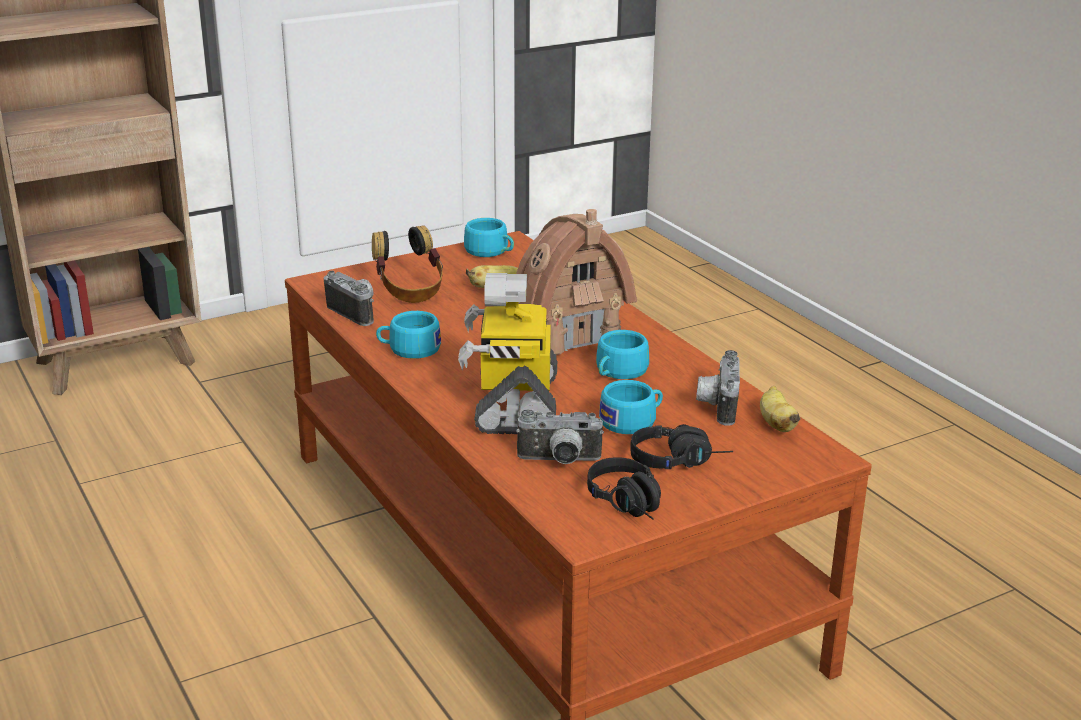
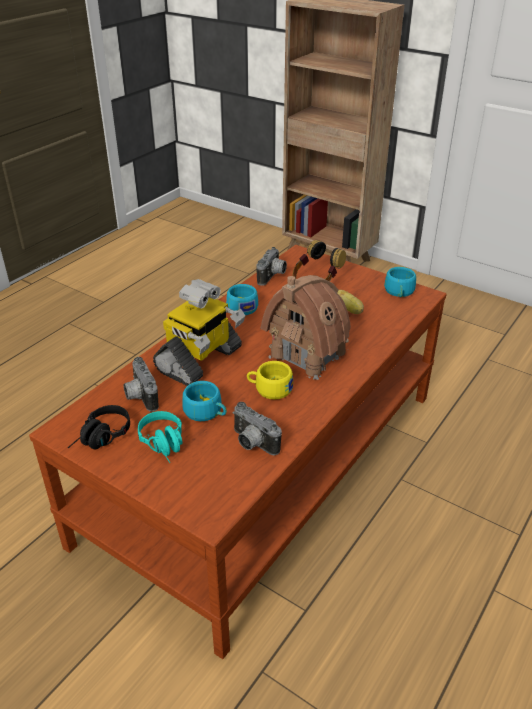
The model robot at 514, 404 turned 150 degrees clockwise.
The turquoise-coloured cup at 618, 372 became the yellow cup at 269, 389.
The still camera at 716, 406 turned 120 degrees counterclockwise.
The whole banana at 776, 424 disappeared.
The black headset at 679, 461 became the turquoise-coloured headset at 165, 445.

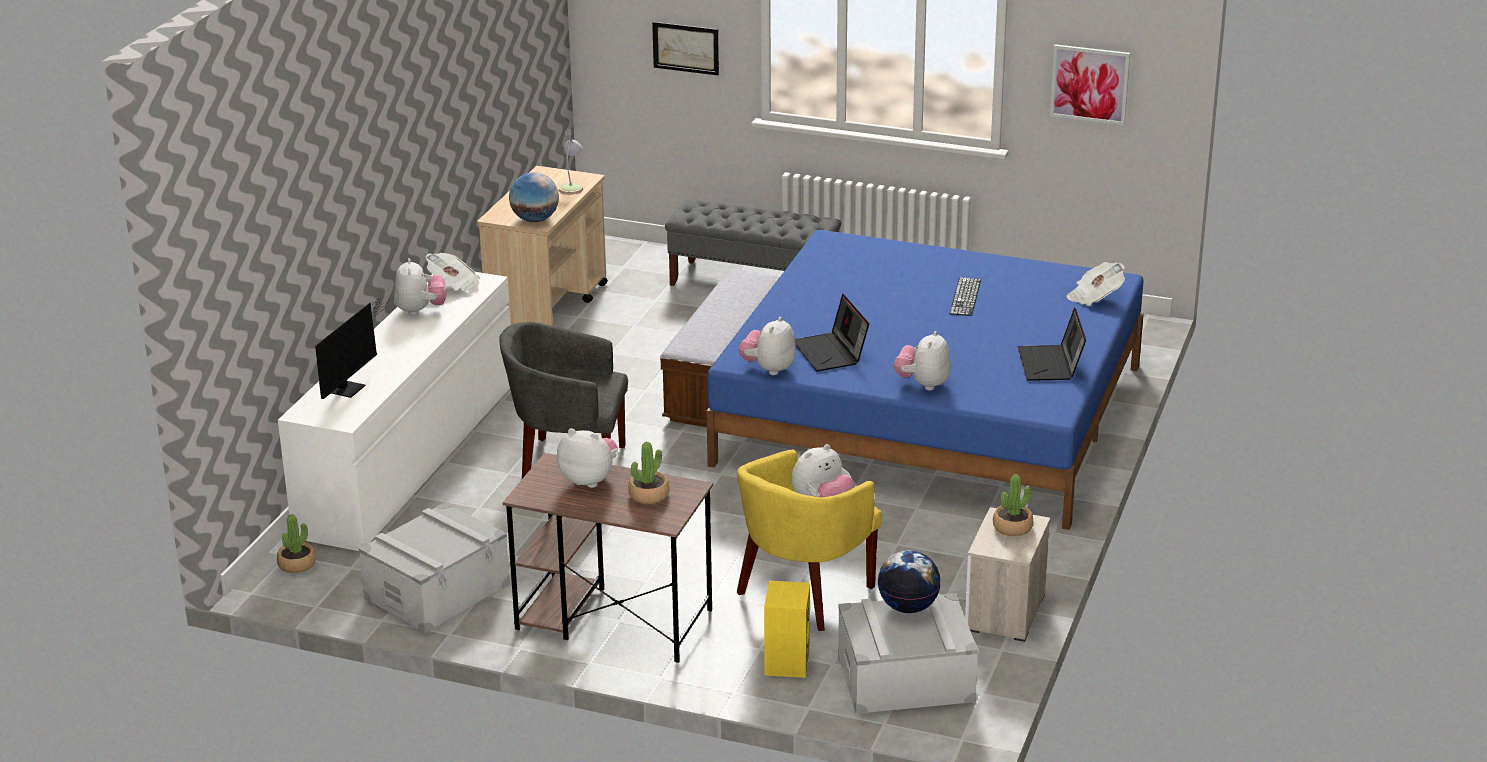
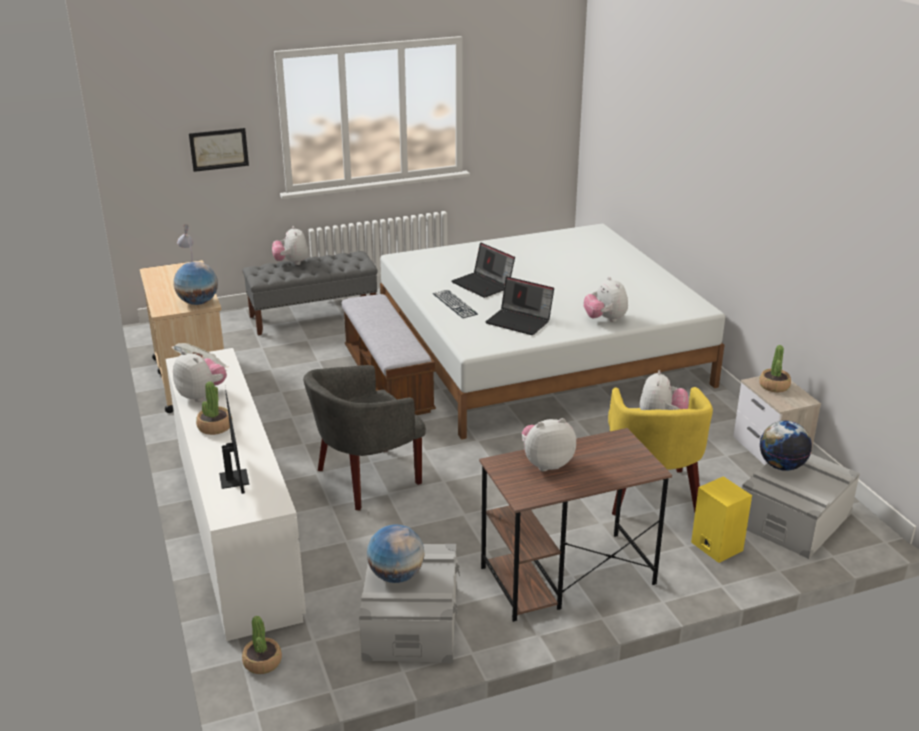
The wall picture at 1090, 84 disappeared.
The blue bedroom bed at 930, 415 became the whitish bedroom bed at 540, 353.
The daily paper at 1095, 297 disappeared.
The keyboard moved from 965, 297 to 455, 304.
The portable computer moved from 1051, 364 to 483, 285.
The cuddly toy moved from 768, 369 to 291, 263.
The potted plant moved from 649, 495 to 215, 427.
The globe at 396, 575 appeared.

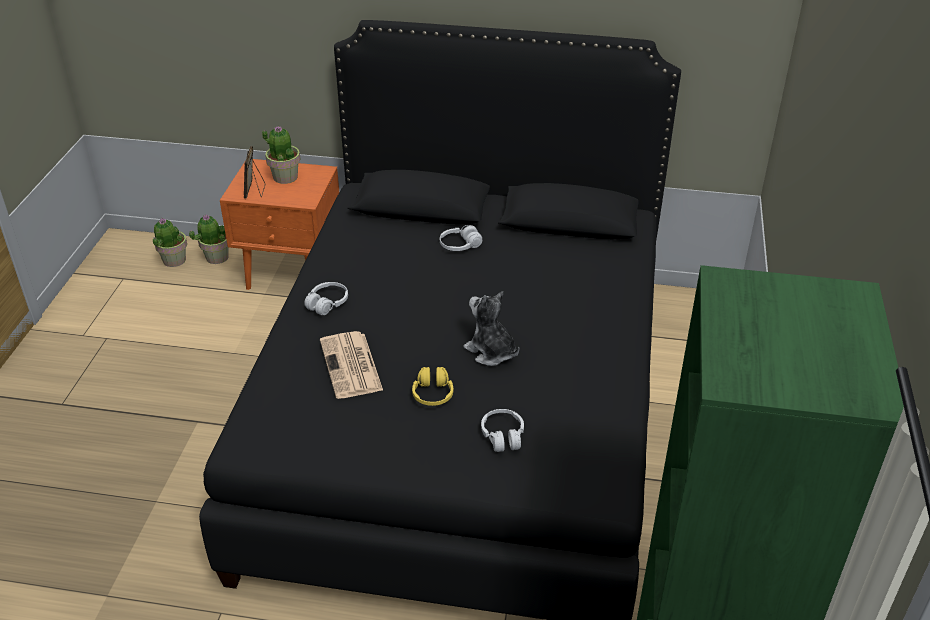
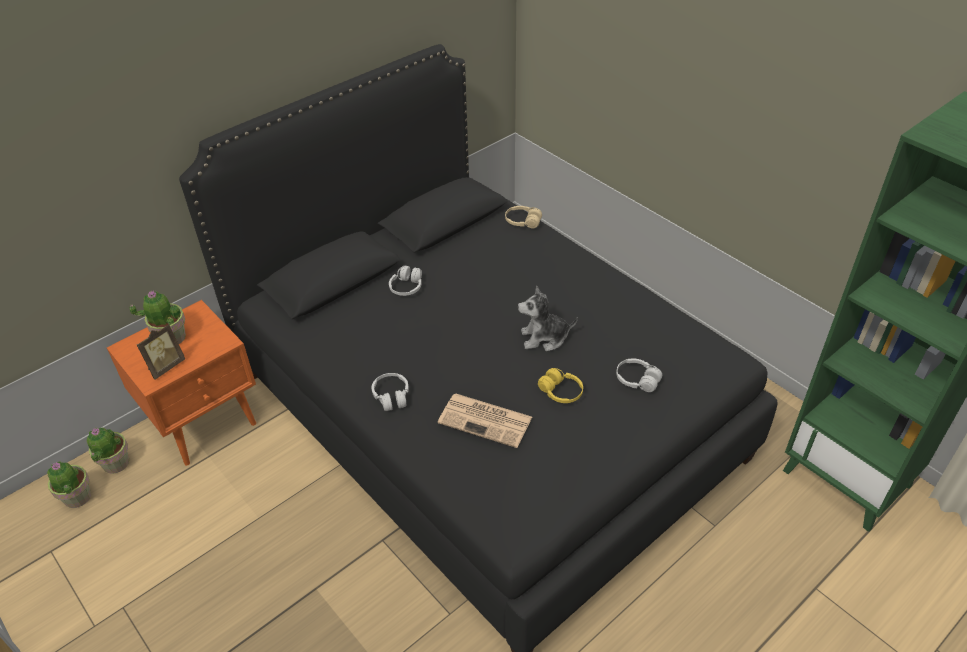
The photo frame at 255, 191 turned 90 degrees counterclockwise.
The beige headset at 523, 222 appeared.

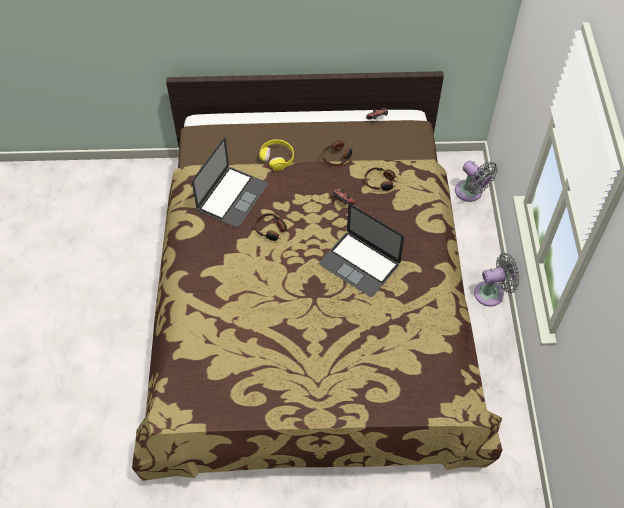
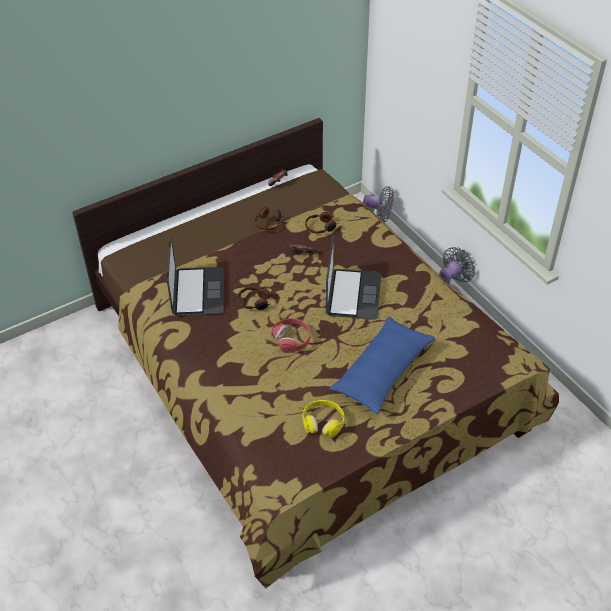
The yellow headset moved from 277, 157 to 323, 422.
The portable computer at 359, 264 turned 90 degrees counterclockwise.
The blue pillow at 382, 371 appeared.
The reddish headset at 292, 339 appeared.

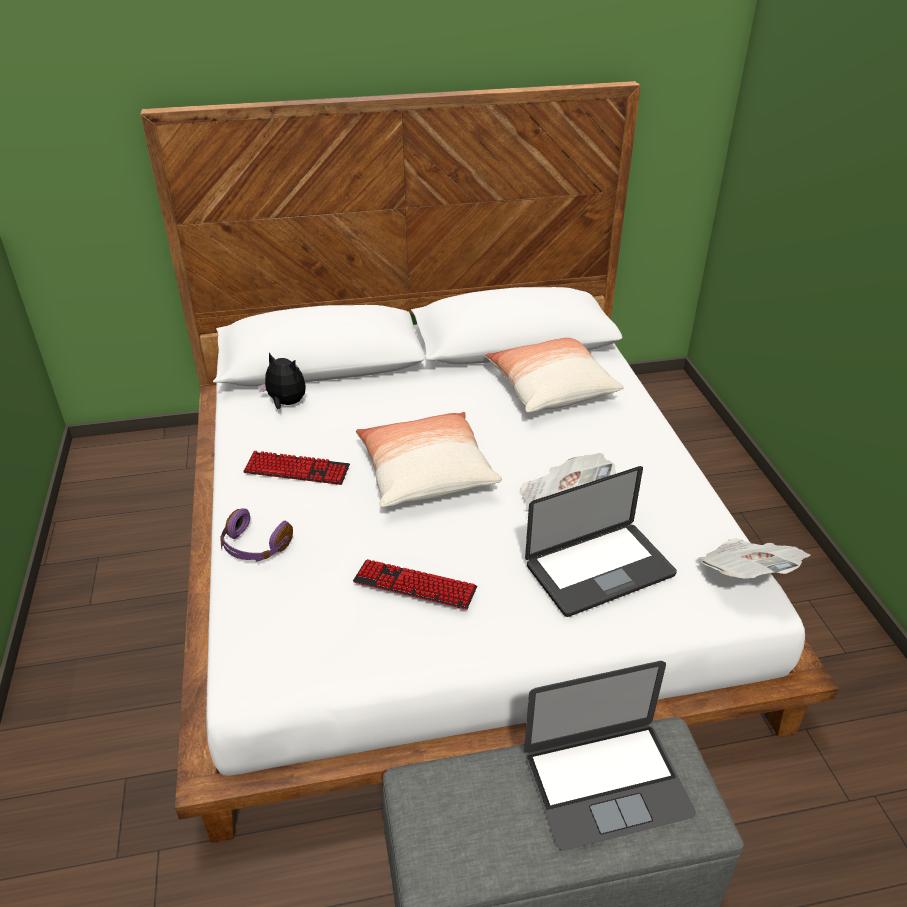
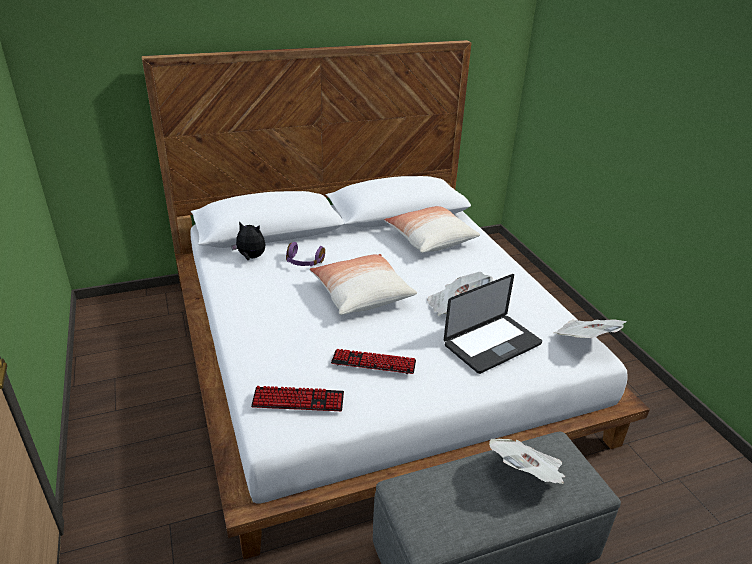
The keyboard moved from 297, 470 to 298, 400.
The purplish headset moved from 254, 547 to 304, 262.
The portable computer at 606, 783 was replaced by the daily paper at 527, 474.

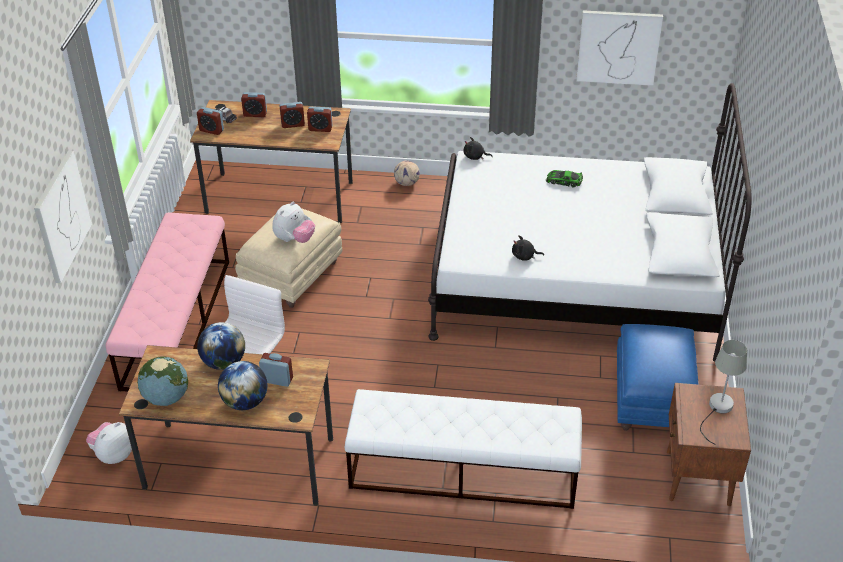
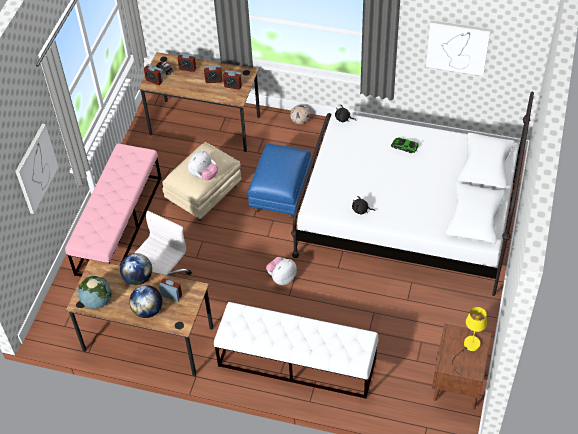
The blue pouffe moved from 653, 401 to 281, 194.
The gray lamp for a table at 718, 409 became the yellow lamp for a table at 468, 347.
The cuddly toy moved from 113, 454 to 282, 278.

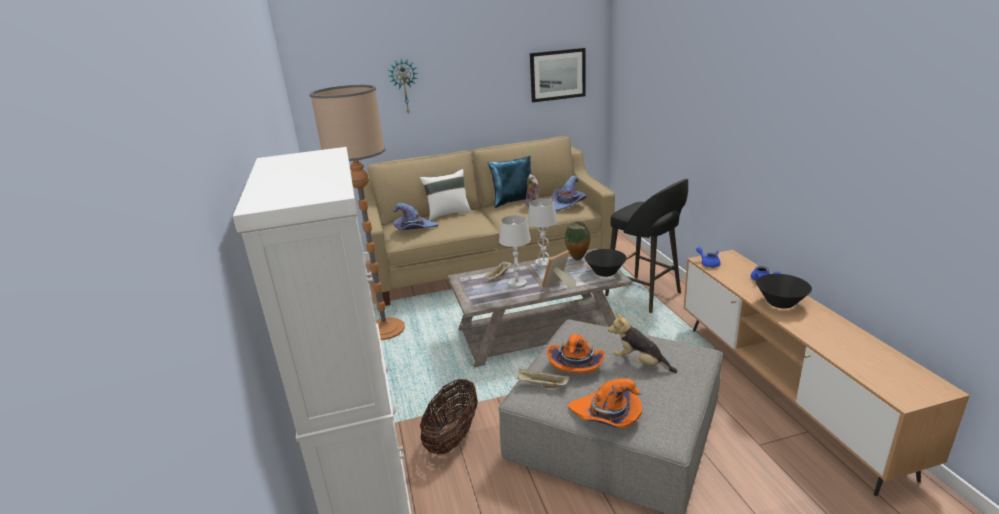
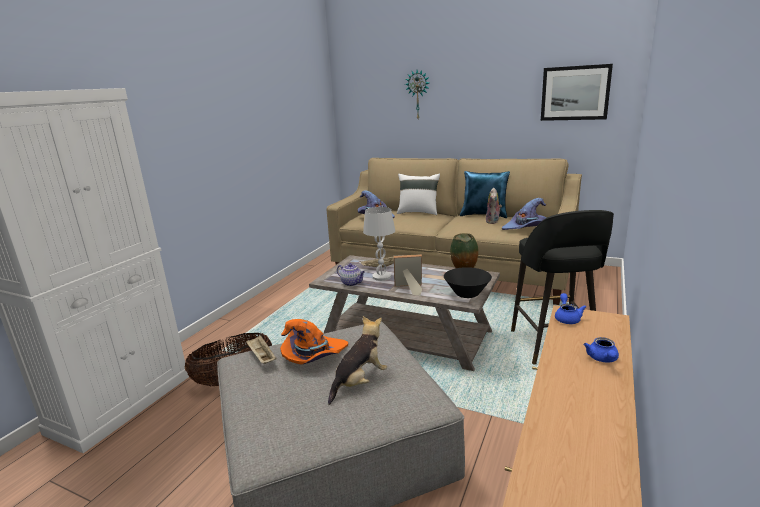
The floor lamp at 385, 329 disappeared.
The whitish lamp for a table at 543, 263 disappeared.
The black serving bowl at 780, 303 disappeared.
The cuddly toy at 640, 363 turned 60 degrees clockwise.
The orangey hat at 607, 416 disappeared.
The pot for tea at 352, 283 appeared.

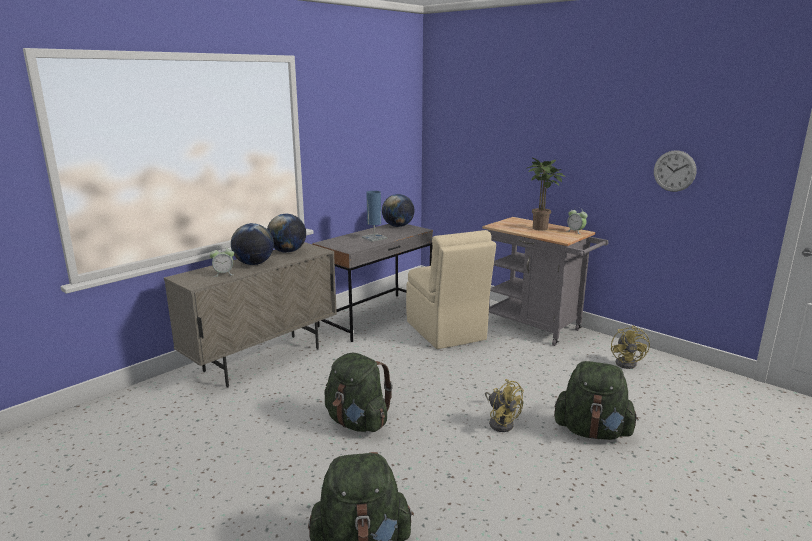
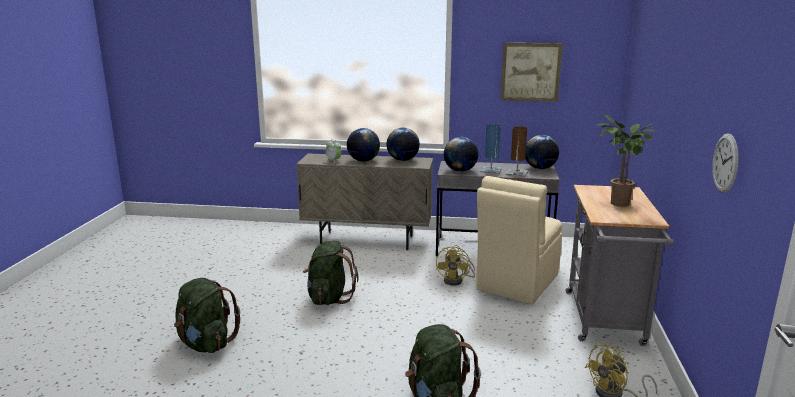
The bedside clock at 575, 231 disappeared.
The yellow fan moved from 501, 422 to 457, 280.
The wall picture at 530, 72 appeared.
The brownish lamp for a table at 517, 173 appeared.
The globe at 460, 171 appeared.

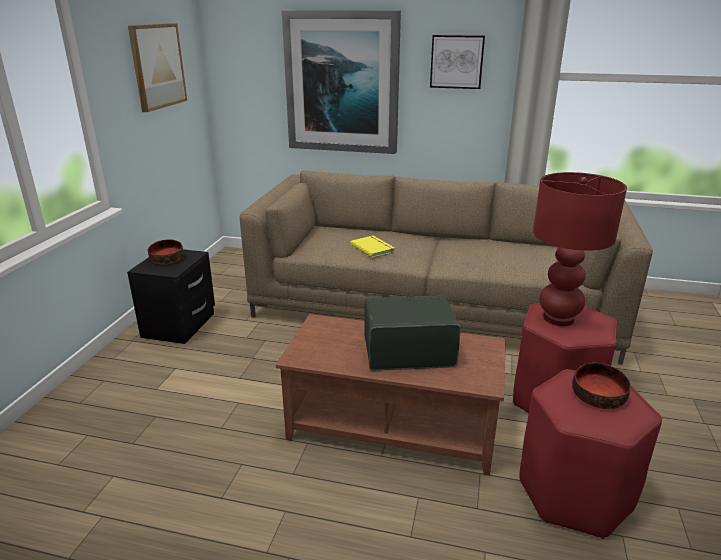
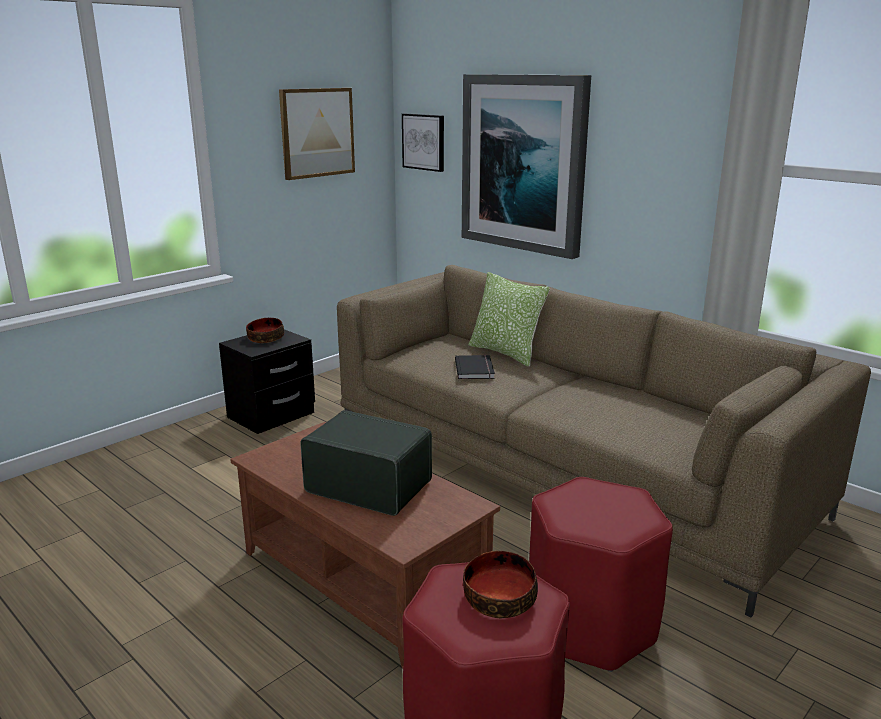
The wall picture moved from 456, 62 to 424, 142.
The reddish lamp for a table at 558, 318 disappeared.
The yellow book at 373, 247 became the black book at 476, 369.
The pillow at 505, 353 appeared.

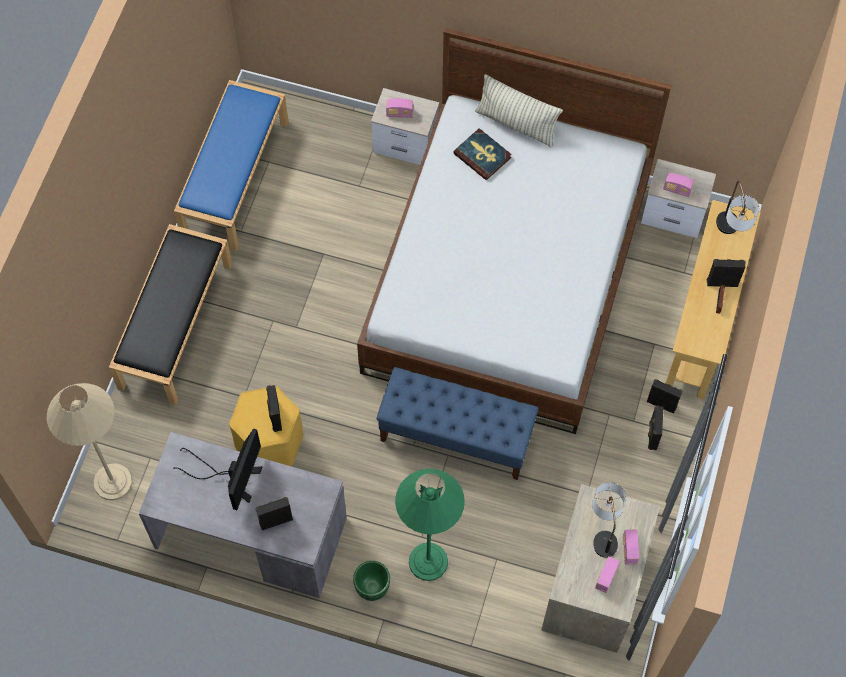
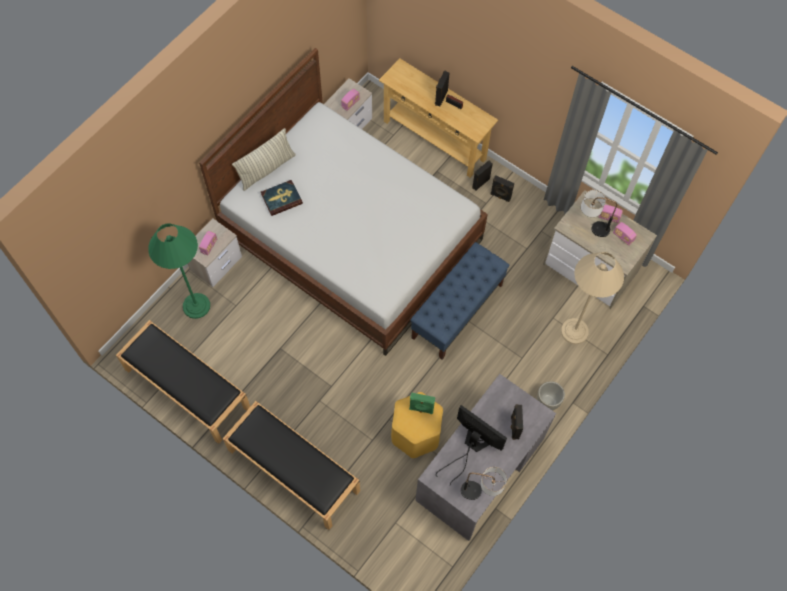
The blue indoor bench at 235, 176 became the black indoor bench at 186, 388.
The lamp for a table moved from 730, 234 to 481, 492.
The beige floor lamp moved from 113, 482 to 574, 331.
The black speaker at 275, 417 became the green-coloured speaker at 421, 409.
The green-coloured floor lamp moved from 428, 562 to 196, 306.
The green-coloured flower pot at 372, 588 became the gray flower pot at 548, 401.

